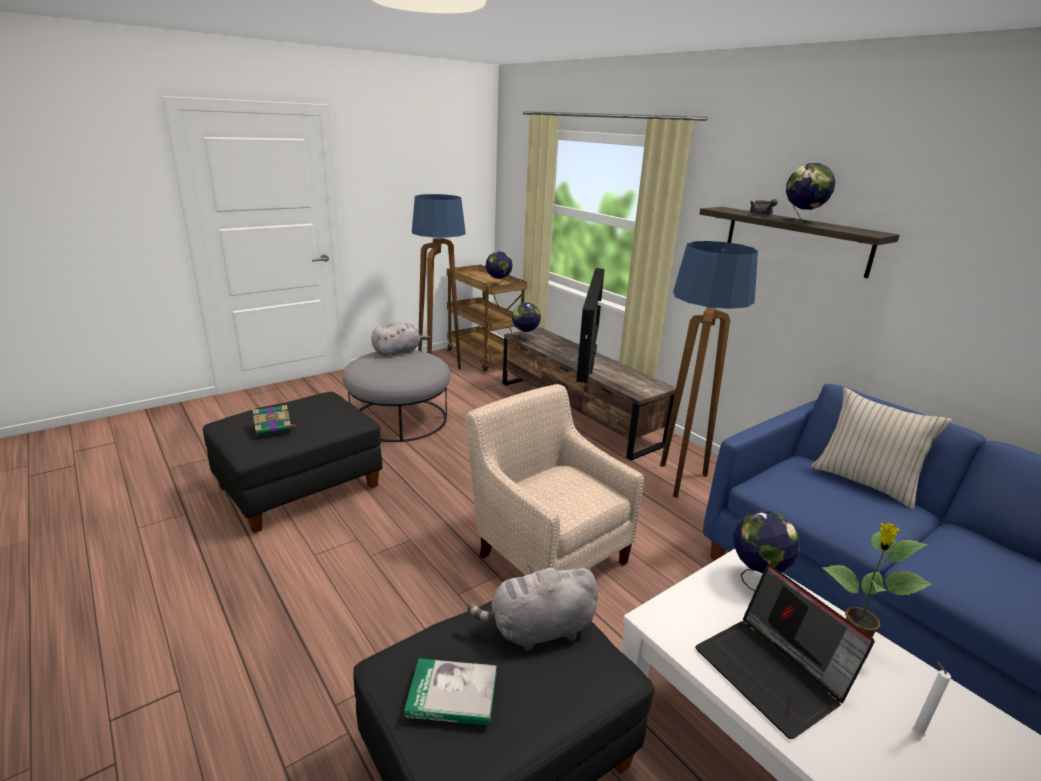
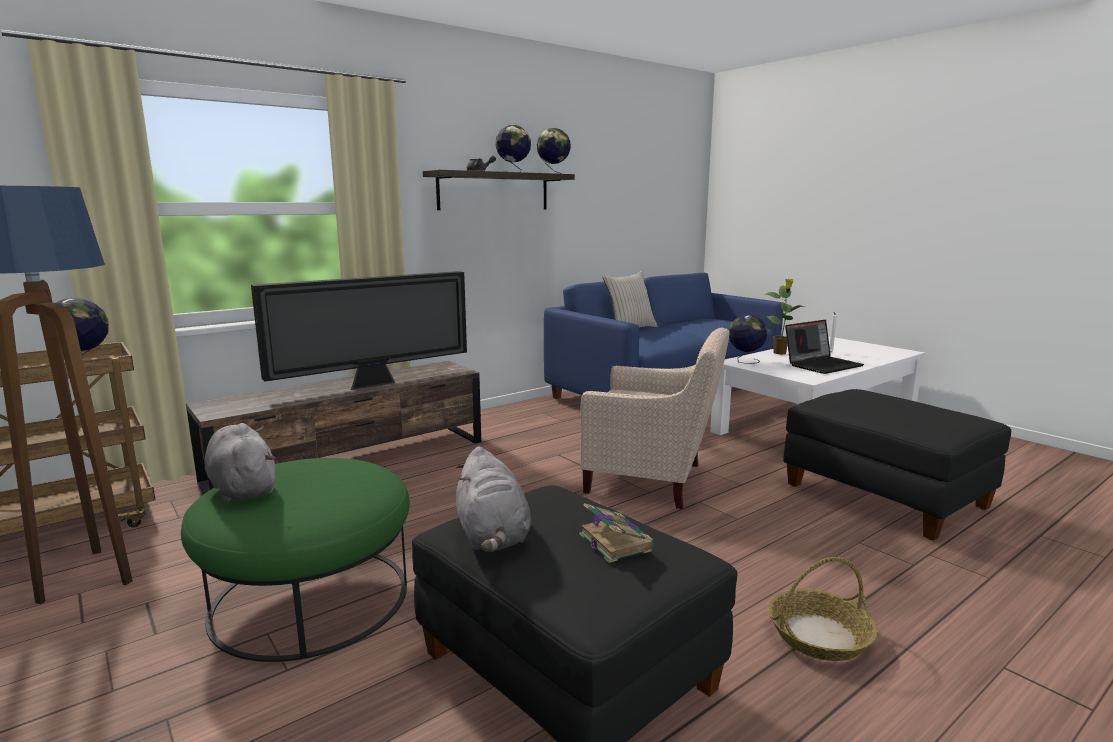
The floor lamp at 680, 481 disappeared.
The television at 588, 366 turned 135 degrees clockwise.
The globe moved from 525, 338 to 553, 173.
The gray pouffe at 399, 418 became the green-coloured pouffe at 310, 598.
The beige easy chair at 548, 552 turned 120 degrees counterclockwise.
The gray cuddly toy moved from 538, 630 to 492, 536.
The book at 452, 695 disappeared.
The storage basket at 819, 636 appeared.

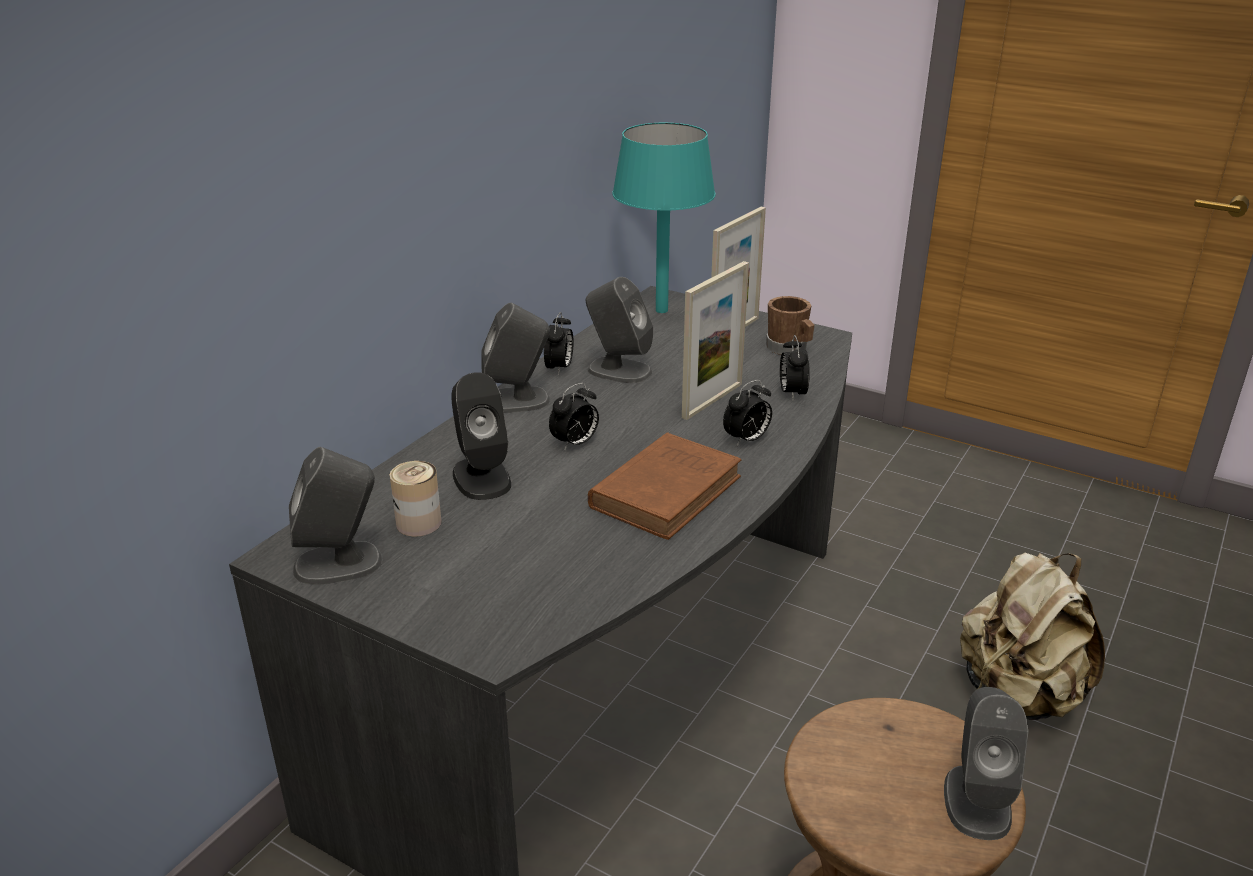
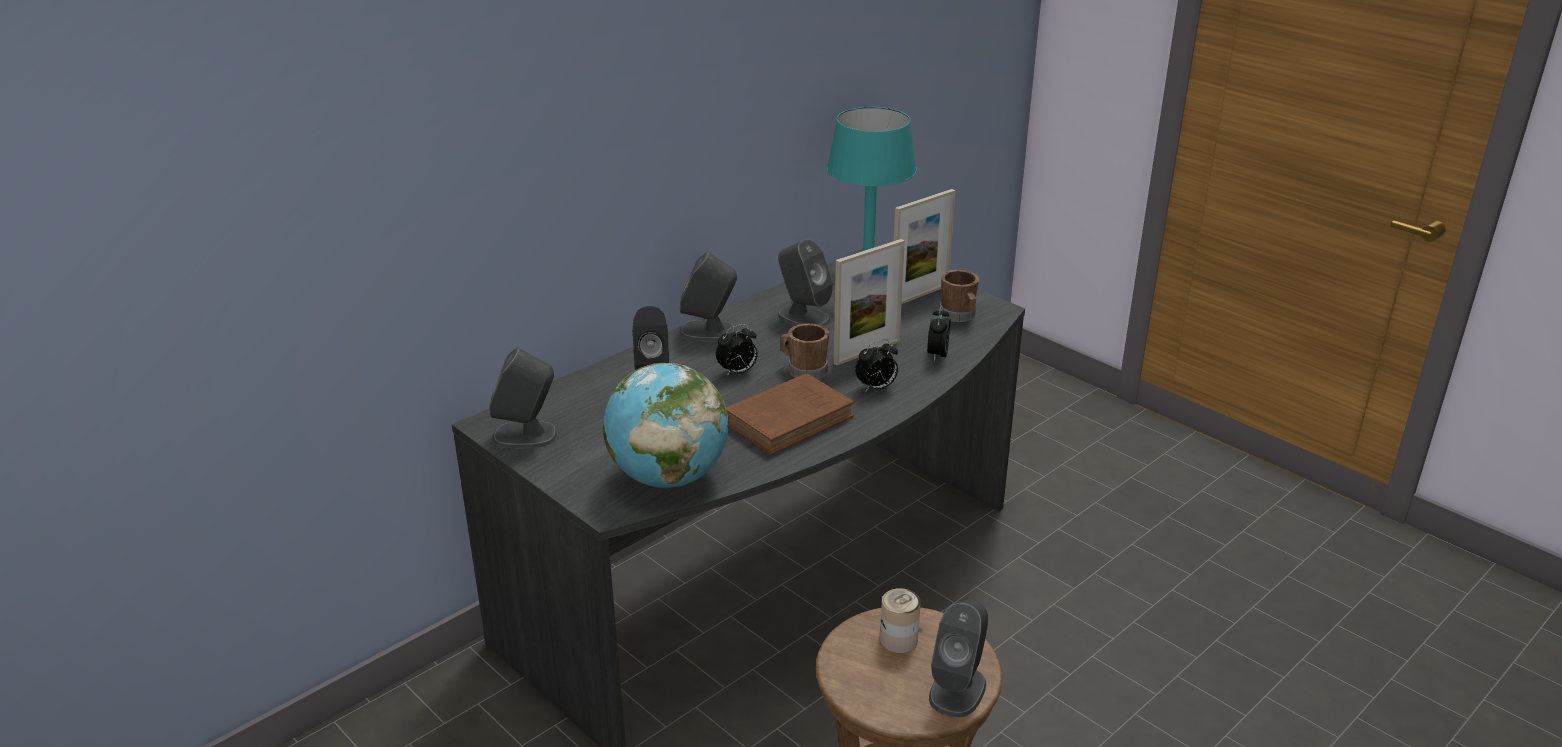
The bedside clock at 559, 368 disappeared.
The sealed can moved from 418, 523 to 898, 639.
The beige backpack at 1017, 697 disappeared.
The brownish mug at 803, 370 appeared.
The globe at 668, 477 appeared.

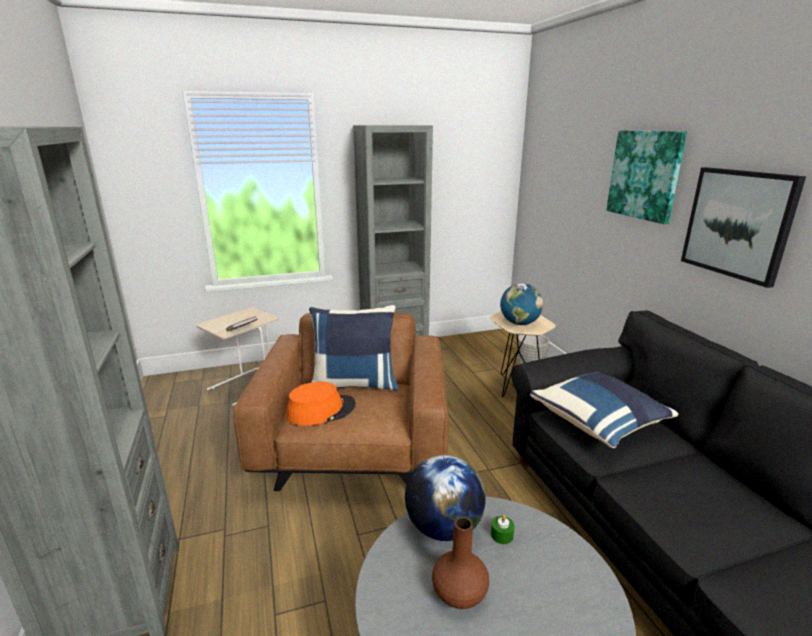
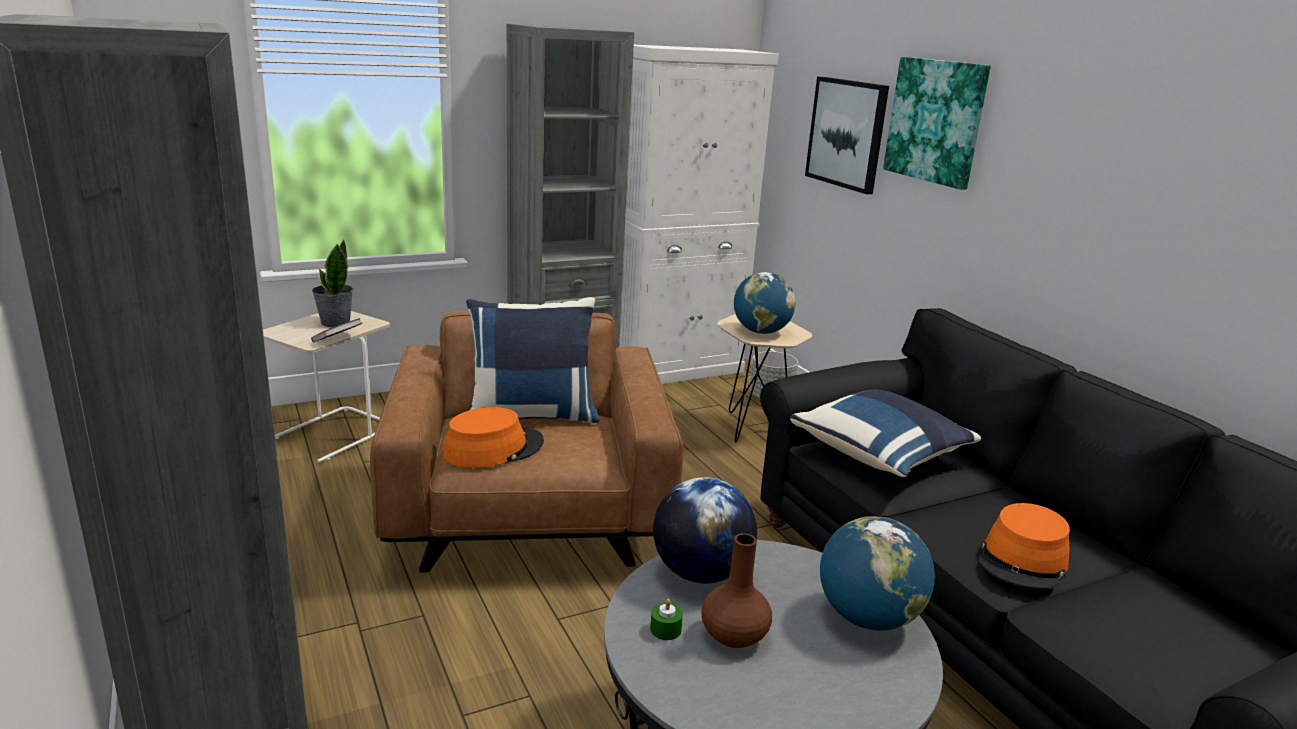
The wall picture moved from 738, 223 to 847, 133.
The green-coloured candle moved from 502, 535 to 665, 629.
The whitish cabinet at 676, 368 appeared.
The potted plant at 335, 322 appeared.
The orangey hat at 1023, 561 appeared.
The globe at 867, 618 appeared.

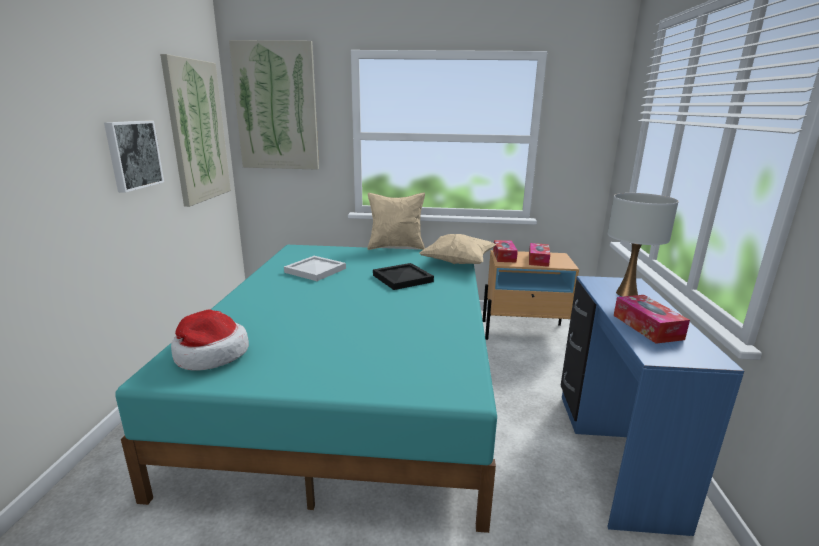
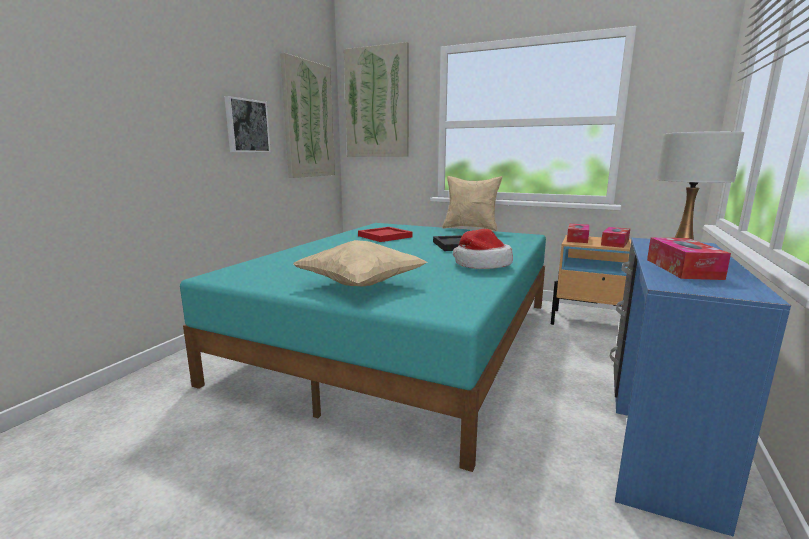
The beige pillow moved from 458, 263 to 361, 285.
The whitish serving tray at 315, 270 became the reddish serving tray at 385, 236.
The hat moved from 210, 354 to 481, 264.

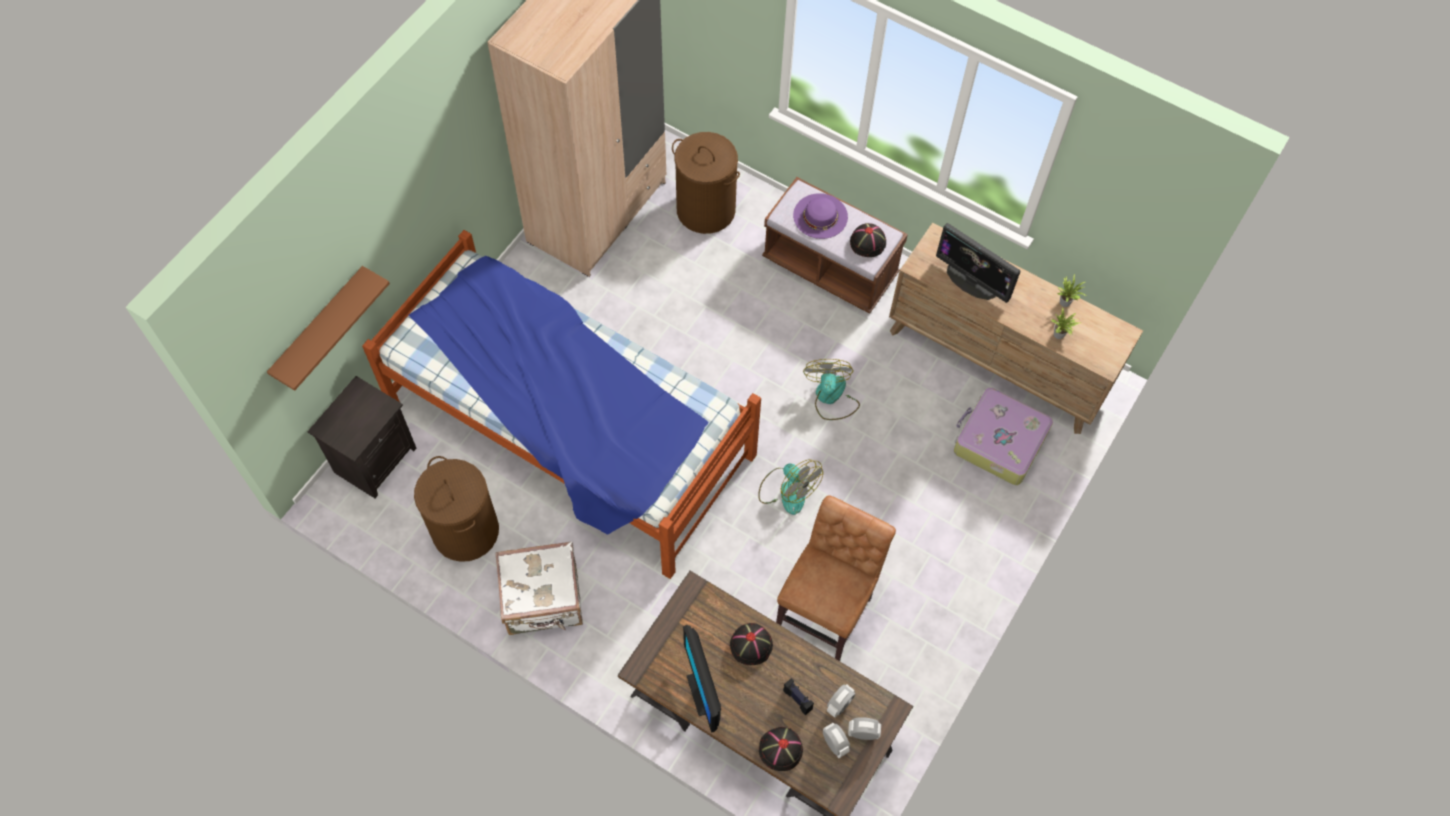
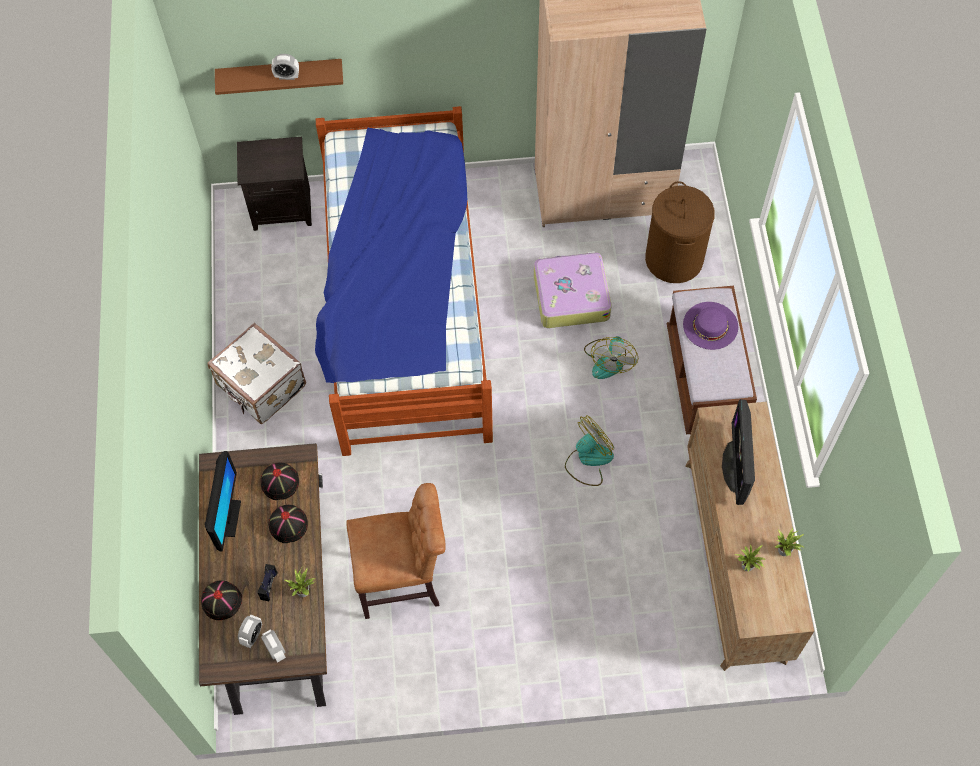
The black hat moved from 868, 242 to 280, 482.
The piece of luggage moved from 998, 442 to 570, 296.
The brownish washing basket at 465, 531 disappeared.
The fan moved from 787, 490 to 609, 359.
The computer screen at 703, 692 turned 150 degrees clockwise.
The bedside clock moved from 839, 705 to 287, 76.
The potted plant at 304, 590 appeared.

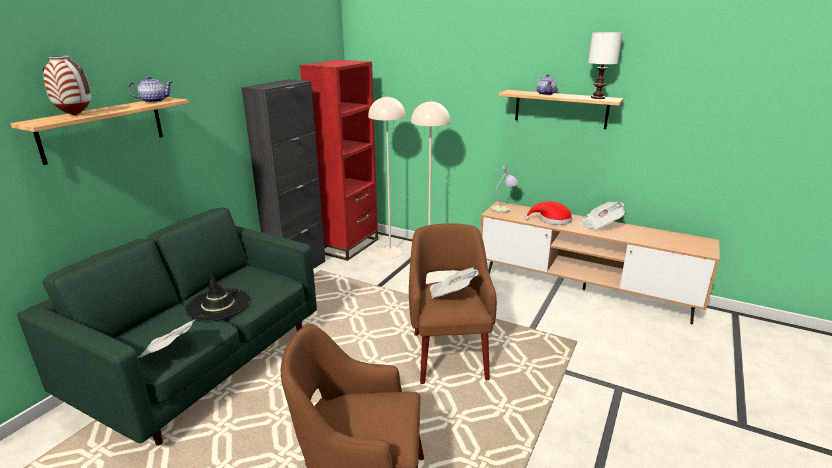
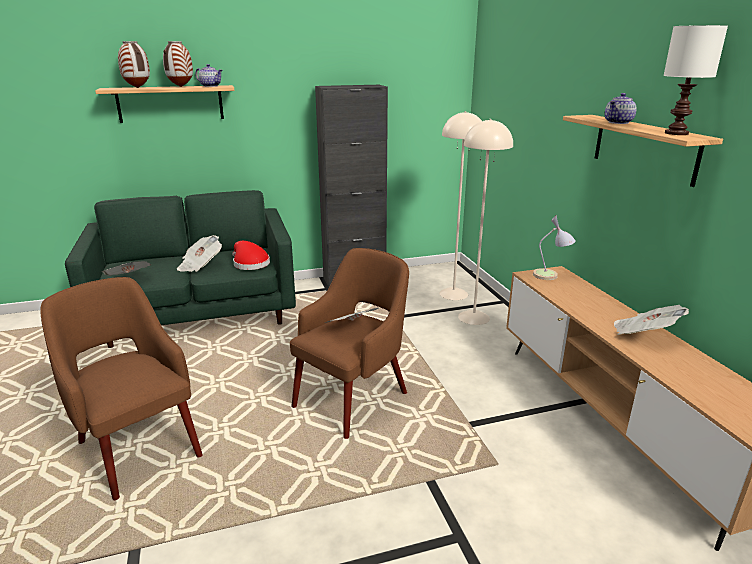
The reddish bookcase at 348, 246 disappeared.
The reddish hat moved from 552, 220 to 249, 263.
The black hat at 218, 305 was replaced by the daily paper at 200, 265.
The vase at 181, 87 appeared.

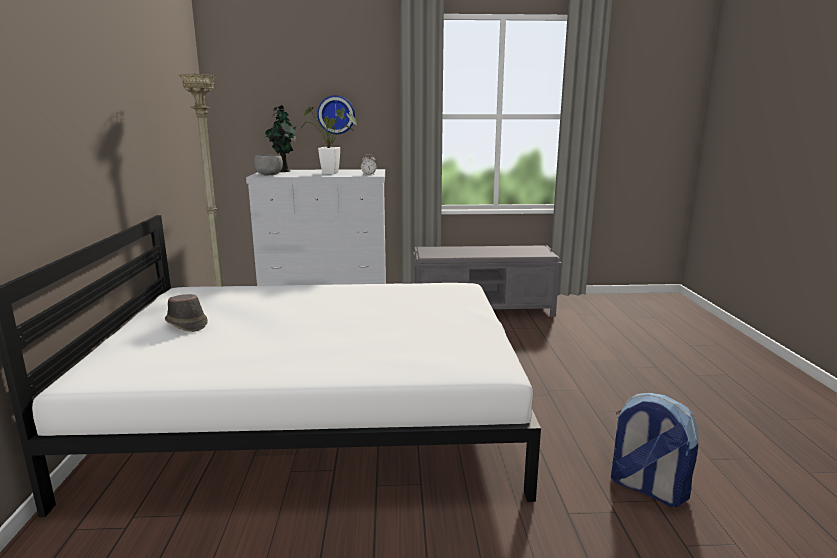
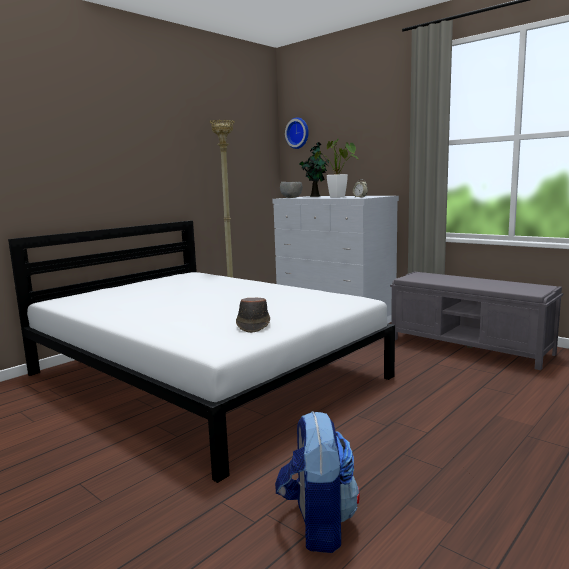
The clock on the wall moved from 336, 115 to 298, 133.
The brownish hat moved from 186, 324 to 253, 325.

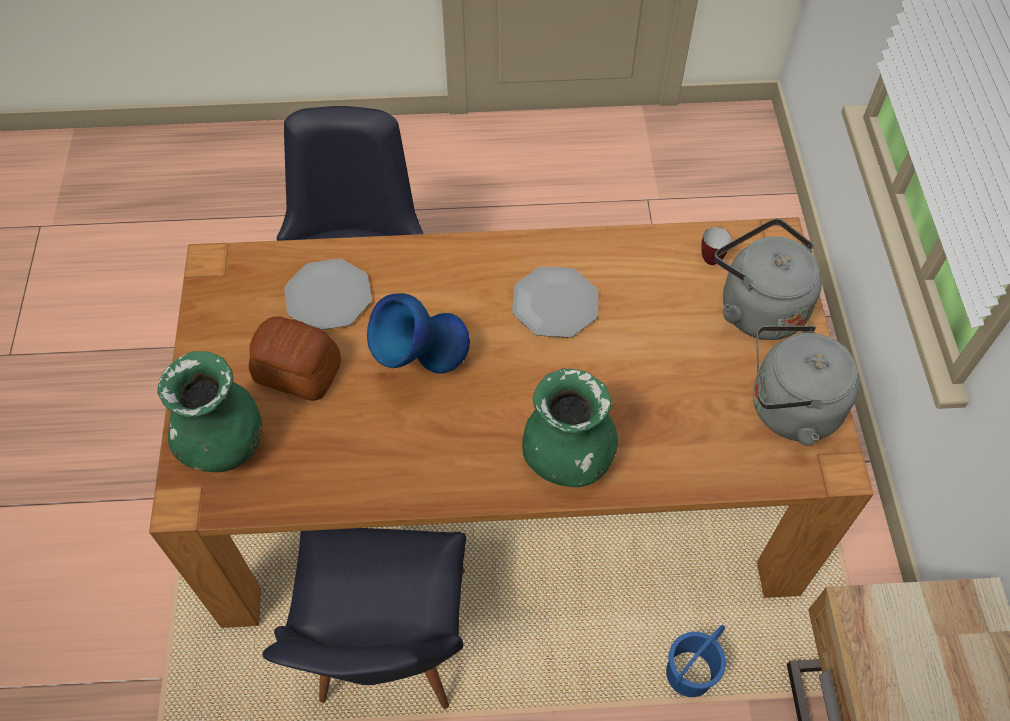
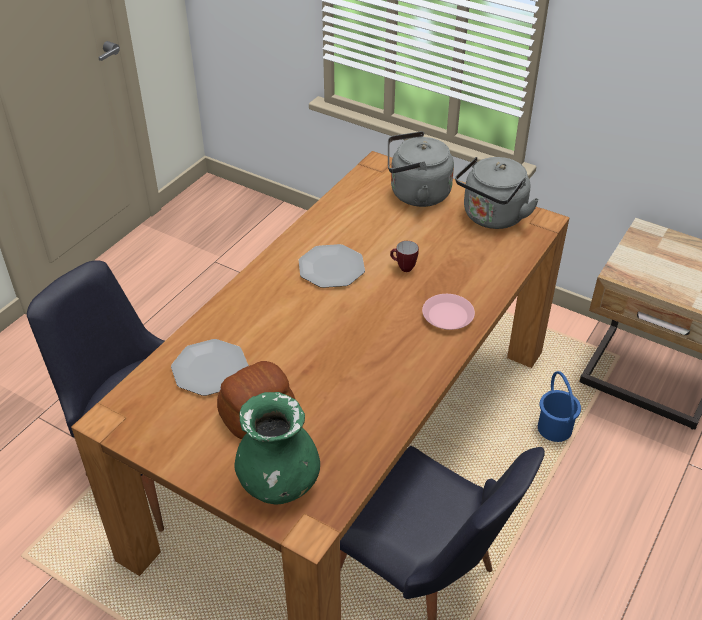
The mug moved from 709, 256 to 403, 268.
The blue vase at 422, 367 disappeared.
The green-coloured vase at 568, 457 was replaced by the pinkish flat dish at 447, 316.

